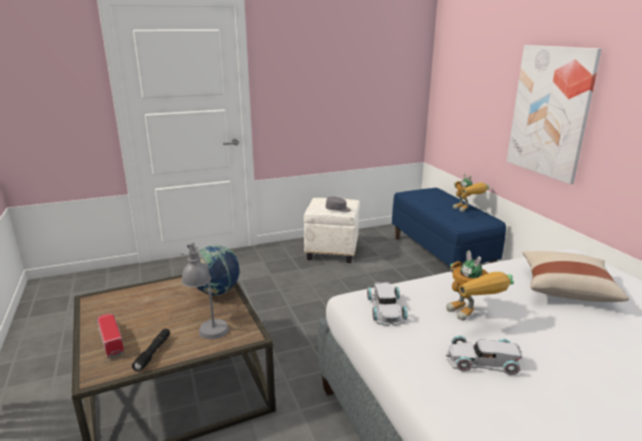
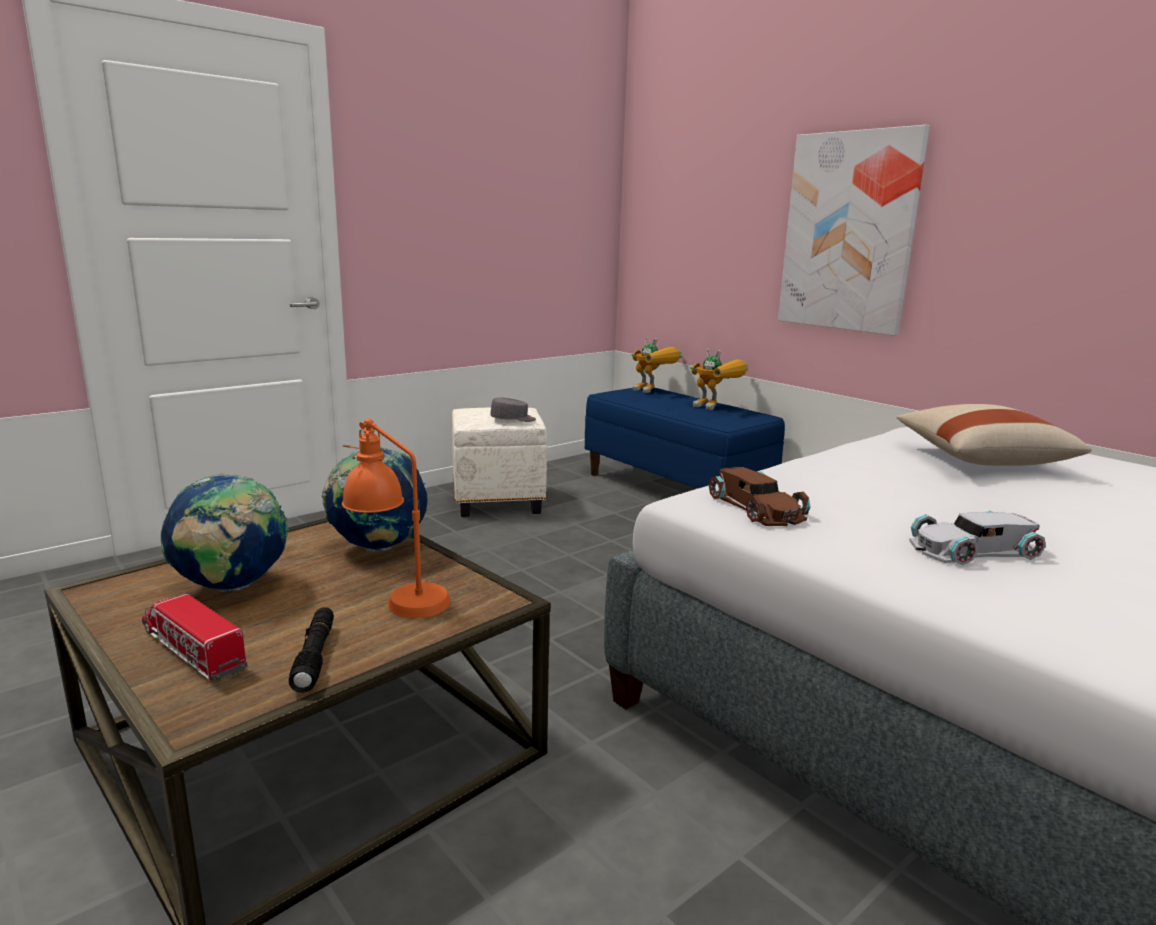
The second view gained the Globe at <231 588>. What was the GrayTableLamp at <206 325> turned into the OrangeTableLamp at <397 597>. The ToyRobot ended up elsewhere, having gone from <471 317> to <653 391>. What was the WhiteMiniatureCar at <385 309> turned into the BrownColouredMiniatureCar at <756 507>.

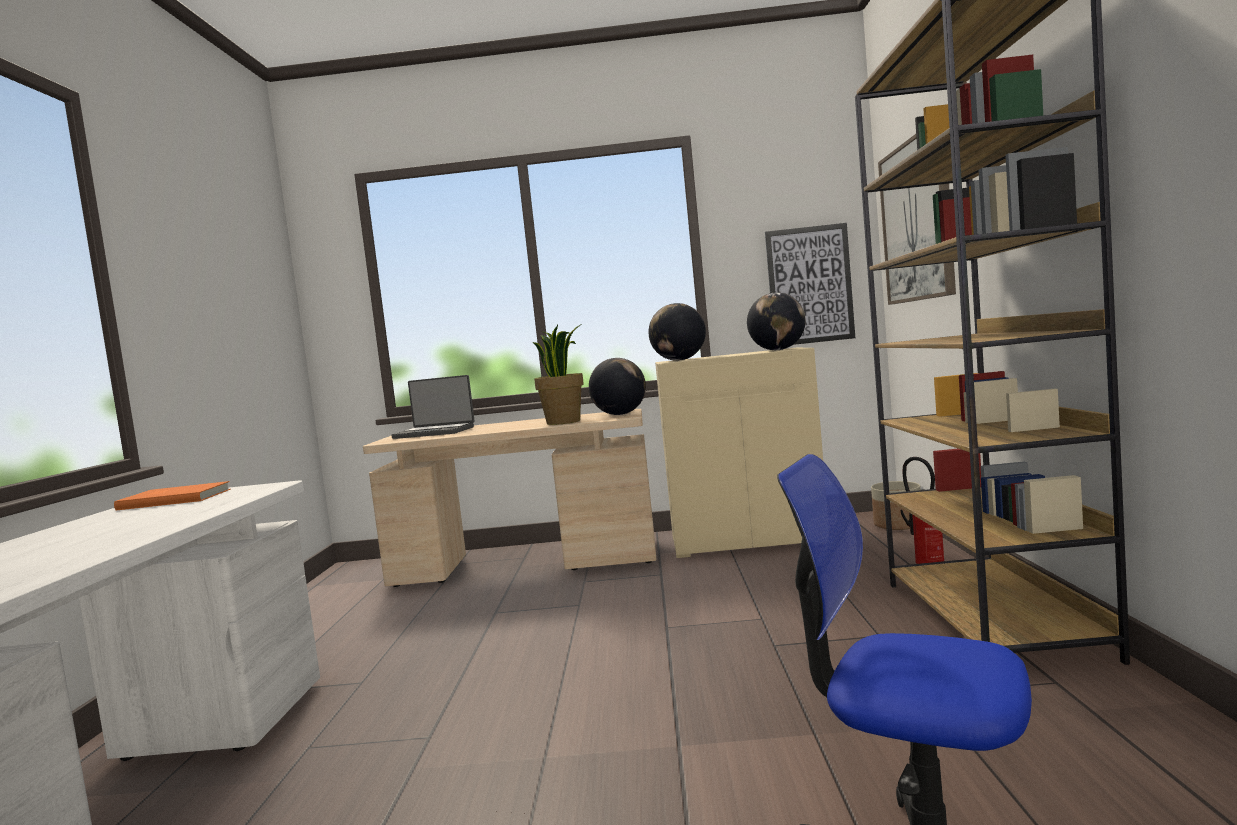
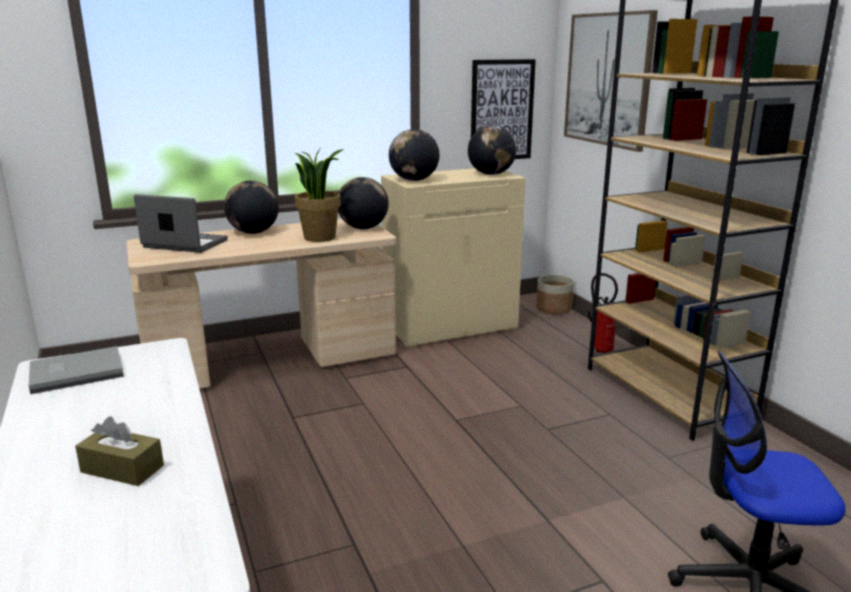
What was the OrangeVolume at <175 499> turned into the GrayVolume at <75 372>. The second view gained the BrownColouredBoxOfTissues at <122 469>. The NotebookComputer at <435 432> ended up facing another way, 150 degrees counterclockwise from before. The second view gained the Globe at <253 232>.

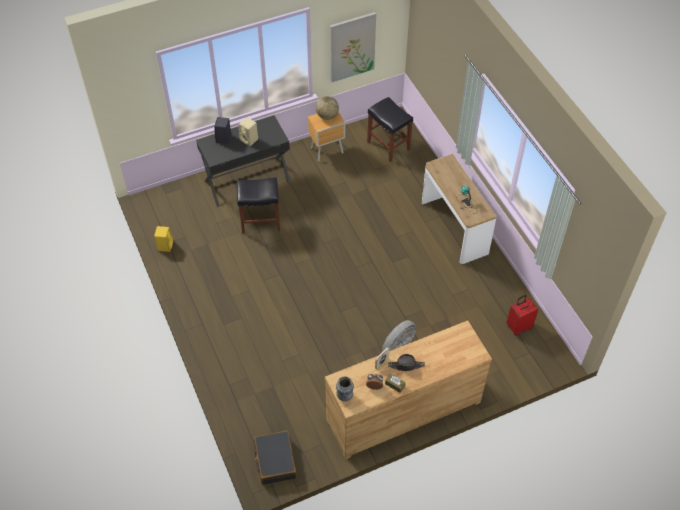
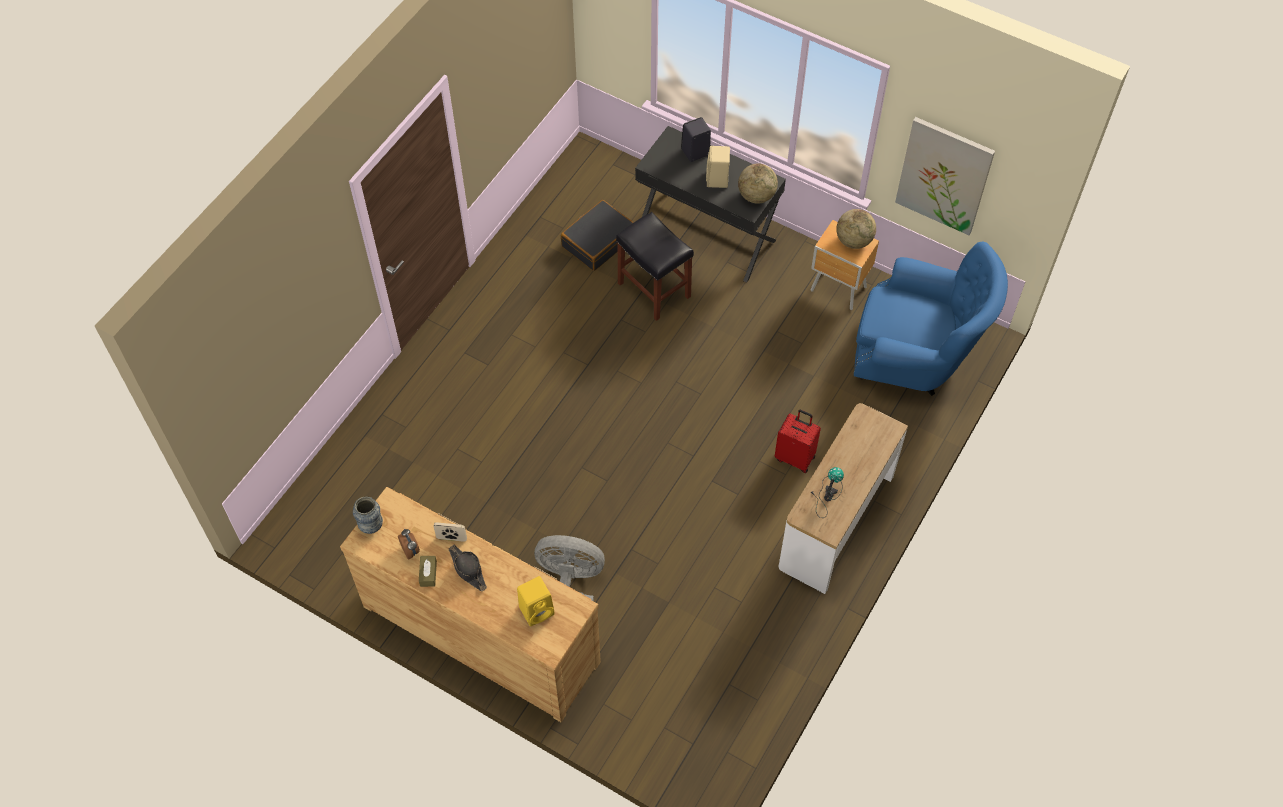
The YellowColouredAudioSpeaker ended up elsewhere, having gone from <165 245> to <537 610>. The BlackColouredPieceOfLuggage ended up elsewhere, having gone from <275 461> to <598 241>. The second view gained the Globe at <756 196>. The RedColouredPieceOfLuggage ended up elsewhere, having gone from <519 326> to <795 457>. Where the BlackColouredStoolSeat stood at <389 146>, the BlueColouredArmchair came to stand at <915 356>.

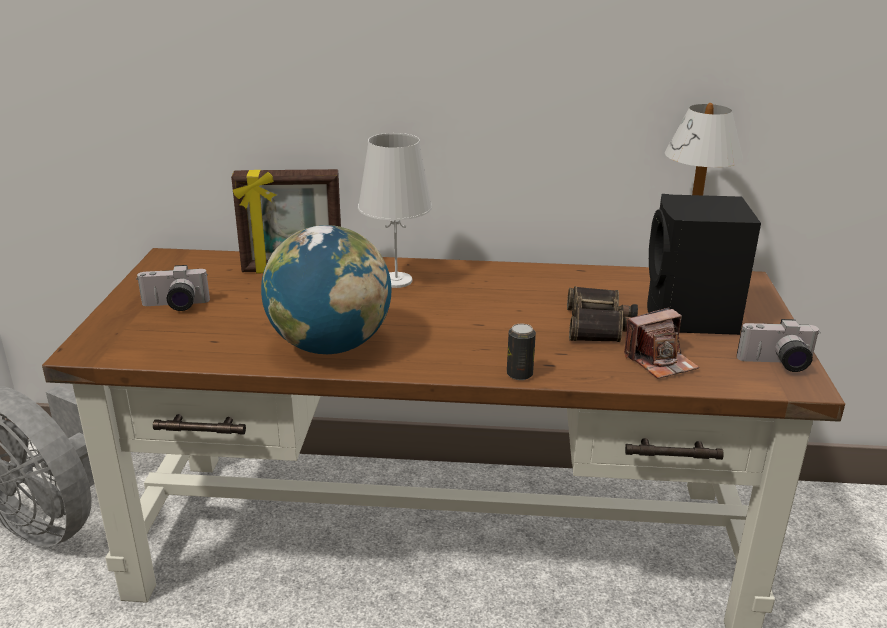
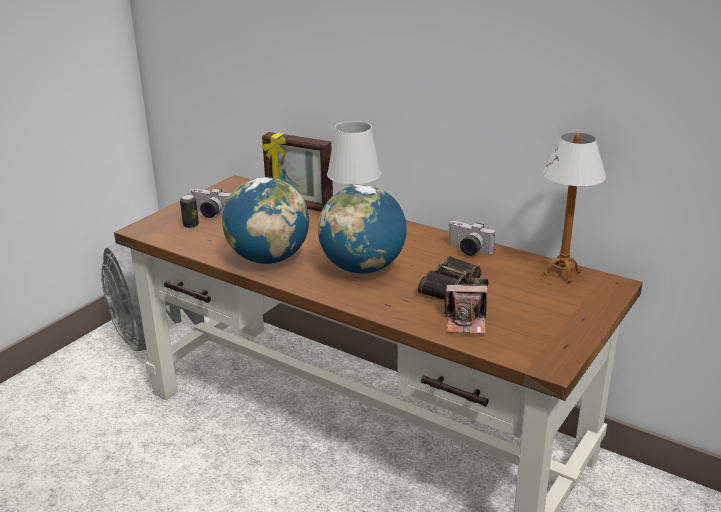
The SealedCan ended up elsewhere, having gone from <519 374> to <191 225>. The second view gained the Globe at <362 268>. The StillCamera ended up elsewhere, having gone from <777 364> to <467 251>. The second view lost the BlackColouredAudioSpeaker at <690 319>.

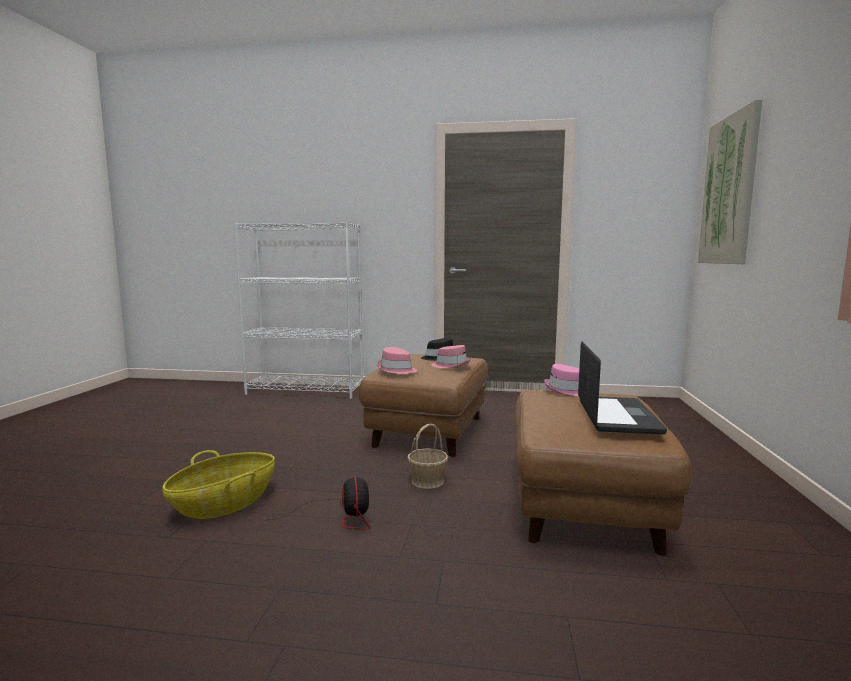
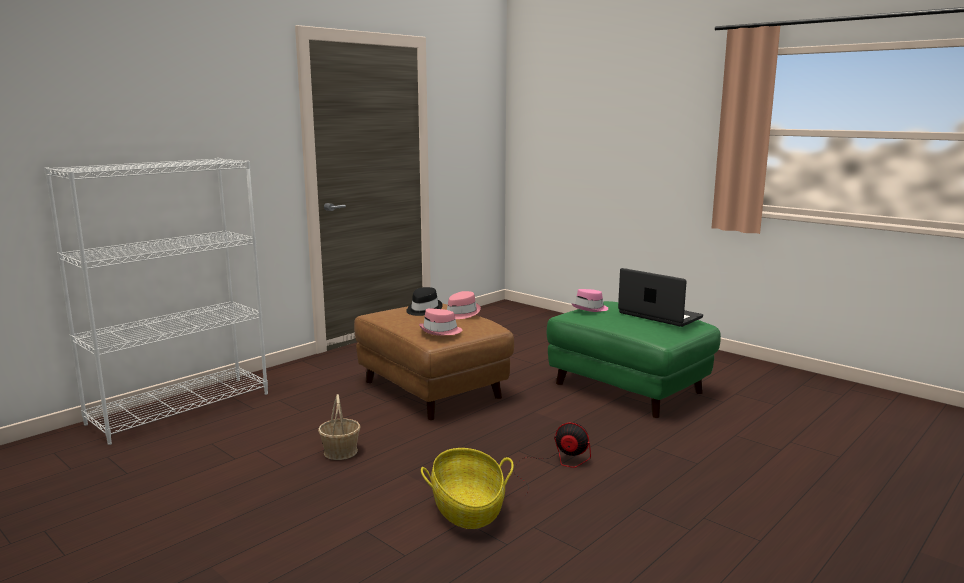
The HouseholdBasket ended up elsewhere, having gone from <428 481> to <341 452>. What was the BrownColouredFootrest at <582 504> turned into the GreenColouredFootrest at <627 388>. The second view lost the WallPicture at <729 190>.

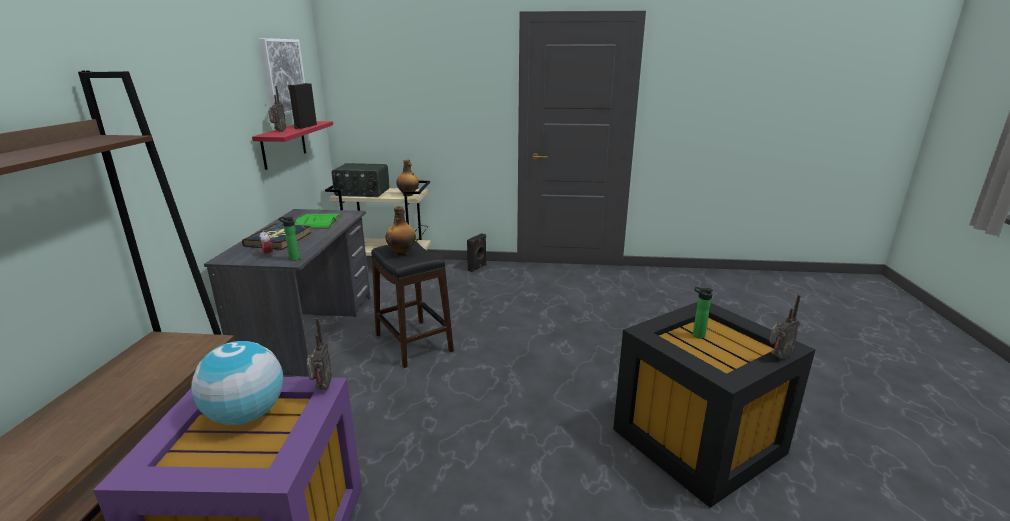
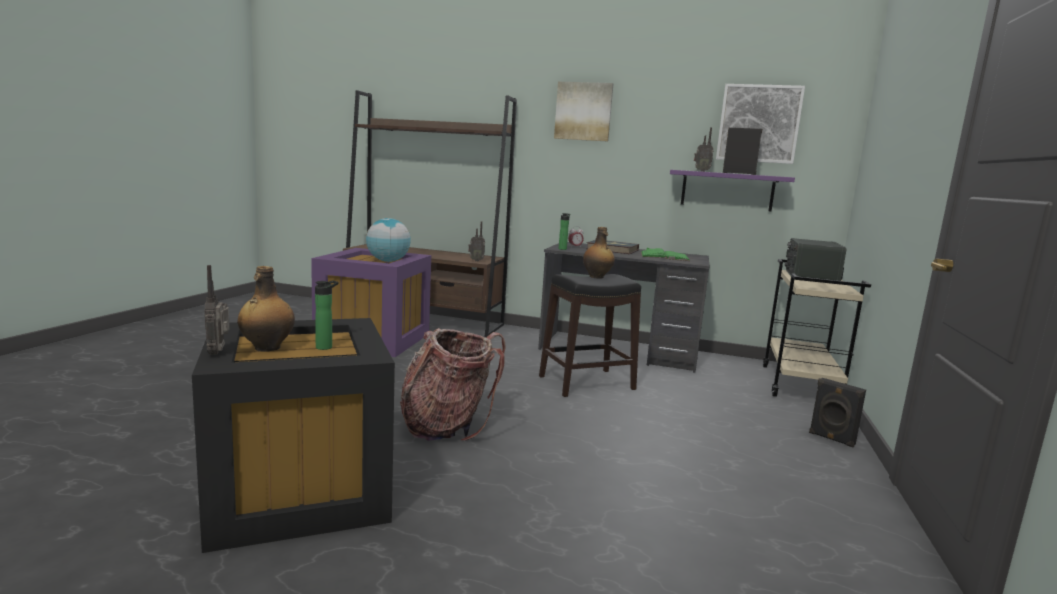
The DrinkBottle ended up elsewhere, having gone from <408 195> to <266 348>. The second view gained the Knapsack at <448 426>. The RadioSet ended up elsewhere, having gone from <321 388> to <476 260>. The second view gained the WallPicture at <583 111>. What was the RedColouredWallShelf at <284 144> turned into the PurpleColouredWallShelf at <727 190>.

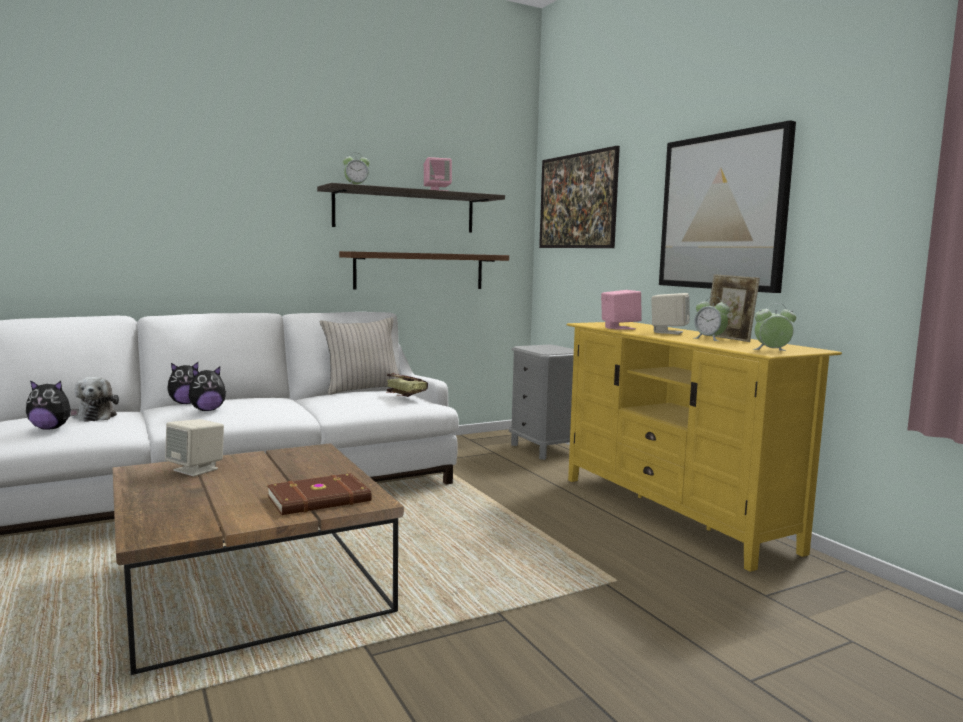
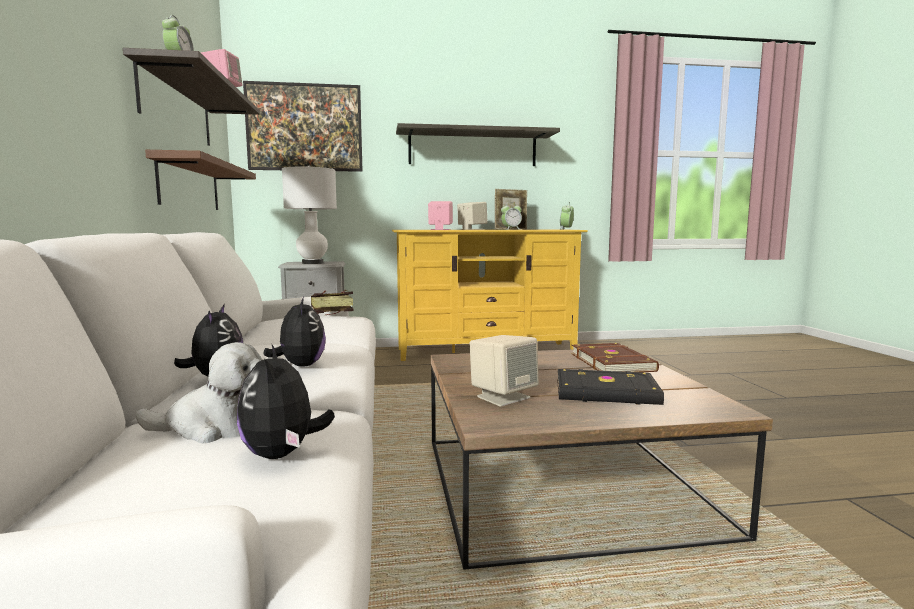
The CuddlyToy at <51 428> ended up facing another way, 150 degrees clockwise from before. The second view gained the WhiteTableLamp at <312 263>. Where the WallPicture hung at <722 212>, the WallShelf came to hang at <473 149>. The second view gained the BlackColouredVolume at <607 393>. The second view lost the BeigeColouredPillow at <362 389>.

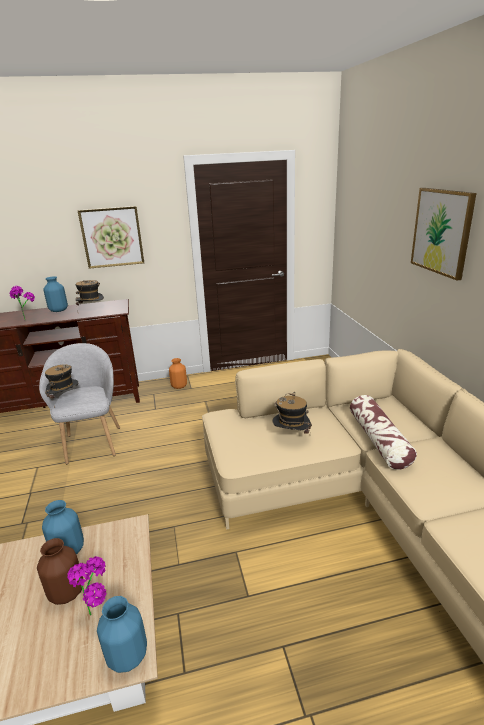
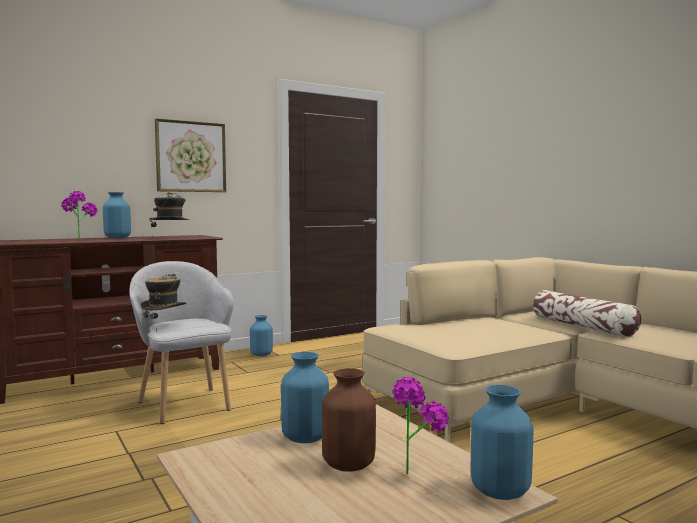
What was the OrangeFlowerVase at <179 386> turned into the BlueColouredFlowerVase at <261 354>. The second view lost the ClothingHat at <291 437>. The second view lost the WallPicture at <442 231>.

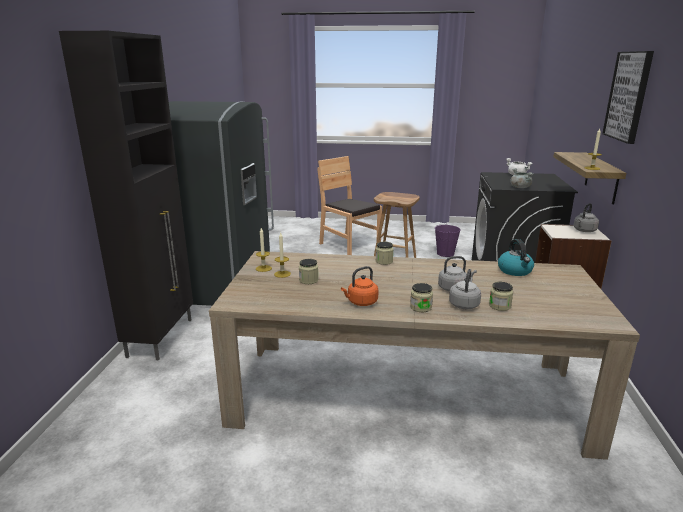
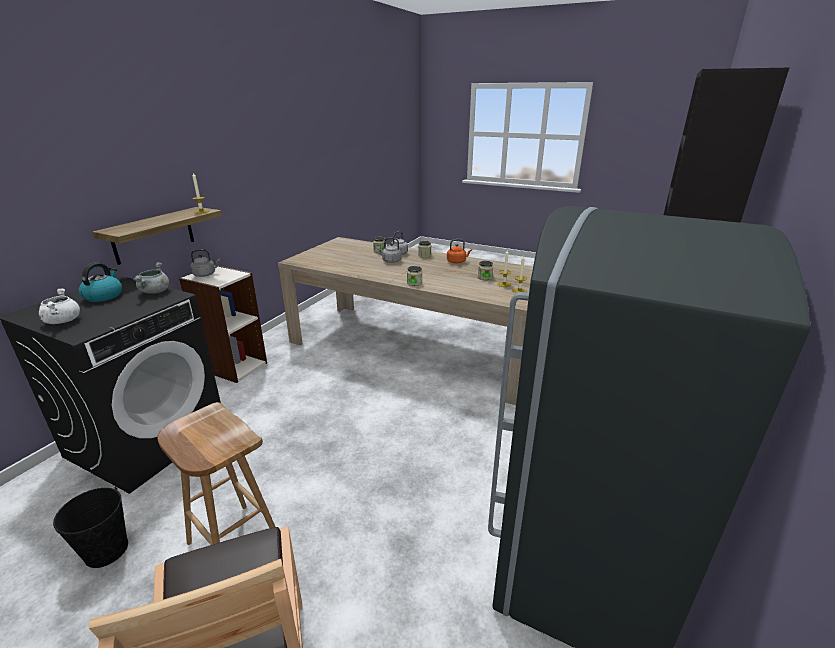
What was the PurpleColouredWaterBucket at <445 253> turned into the BlackColouredWaterBucket at <106 550>. The TeaKettle ended up elsewhere, having gone from <515 271> to <104 296>. The second view lost the WallPicture at <628 96>.

